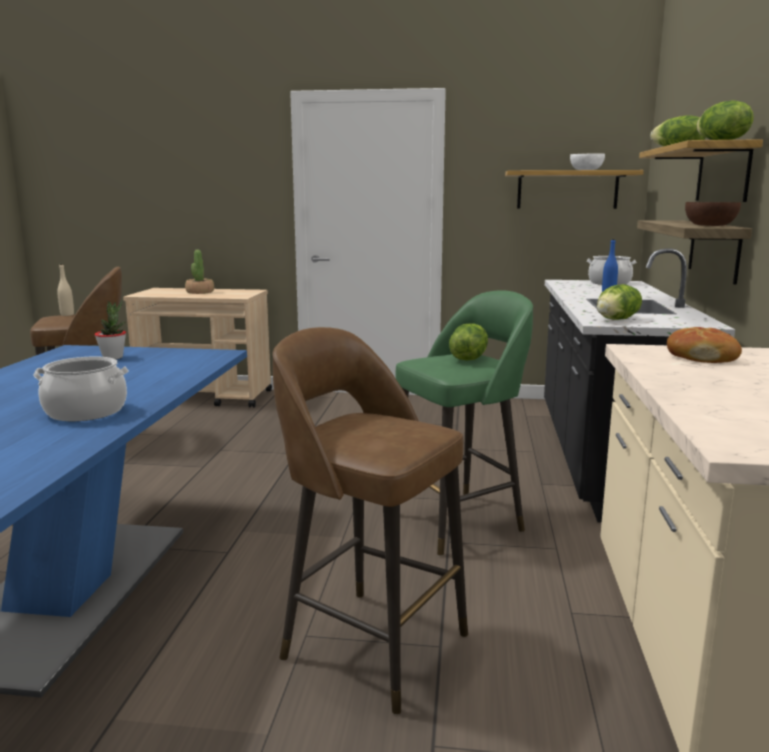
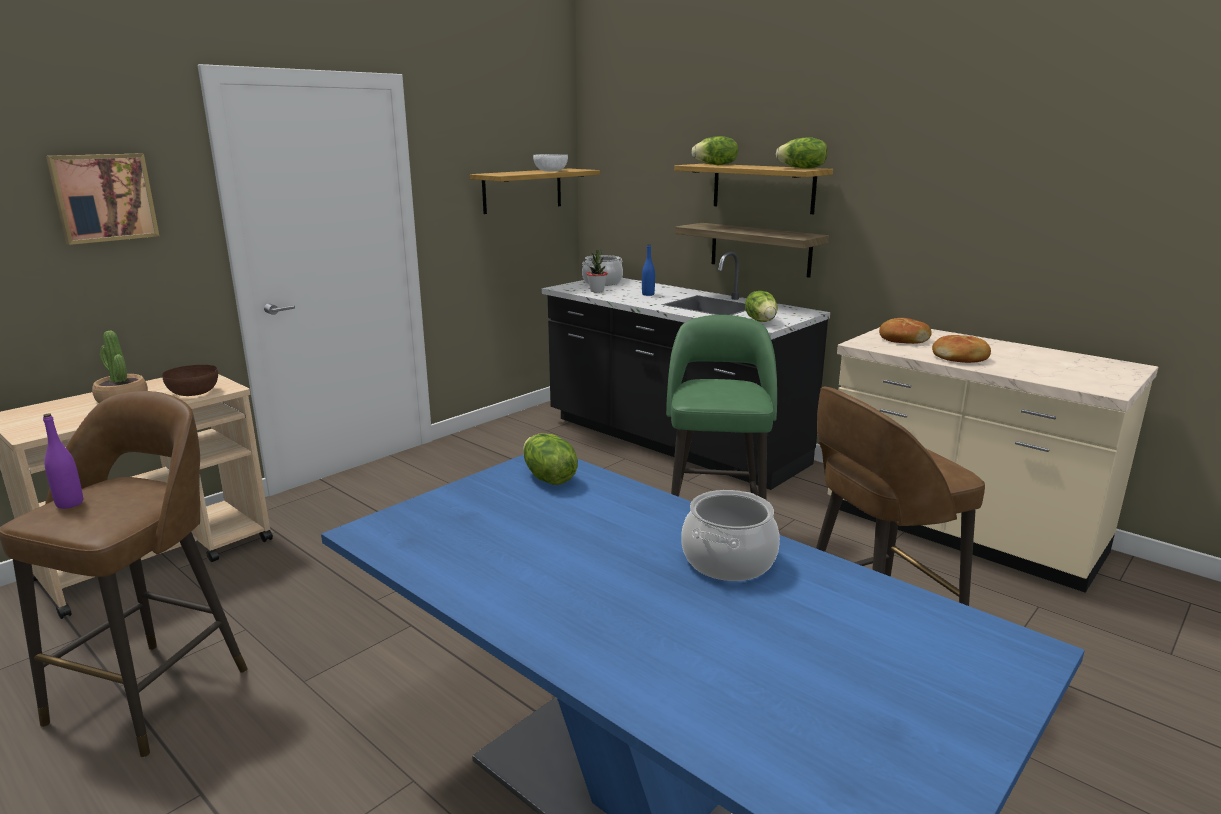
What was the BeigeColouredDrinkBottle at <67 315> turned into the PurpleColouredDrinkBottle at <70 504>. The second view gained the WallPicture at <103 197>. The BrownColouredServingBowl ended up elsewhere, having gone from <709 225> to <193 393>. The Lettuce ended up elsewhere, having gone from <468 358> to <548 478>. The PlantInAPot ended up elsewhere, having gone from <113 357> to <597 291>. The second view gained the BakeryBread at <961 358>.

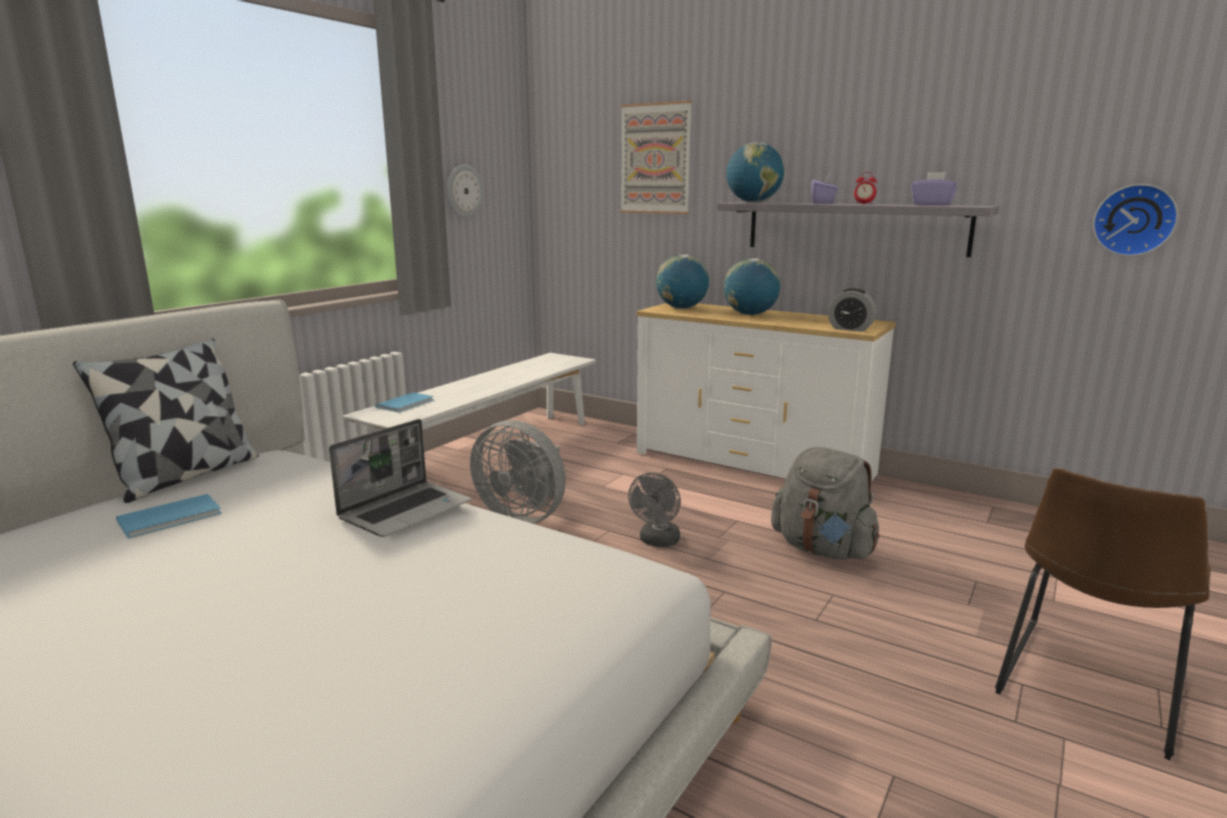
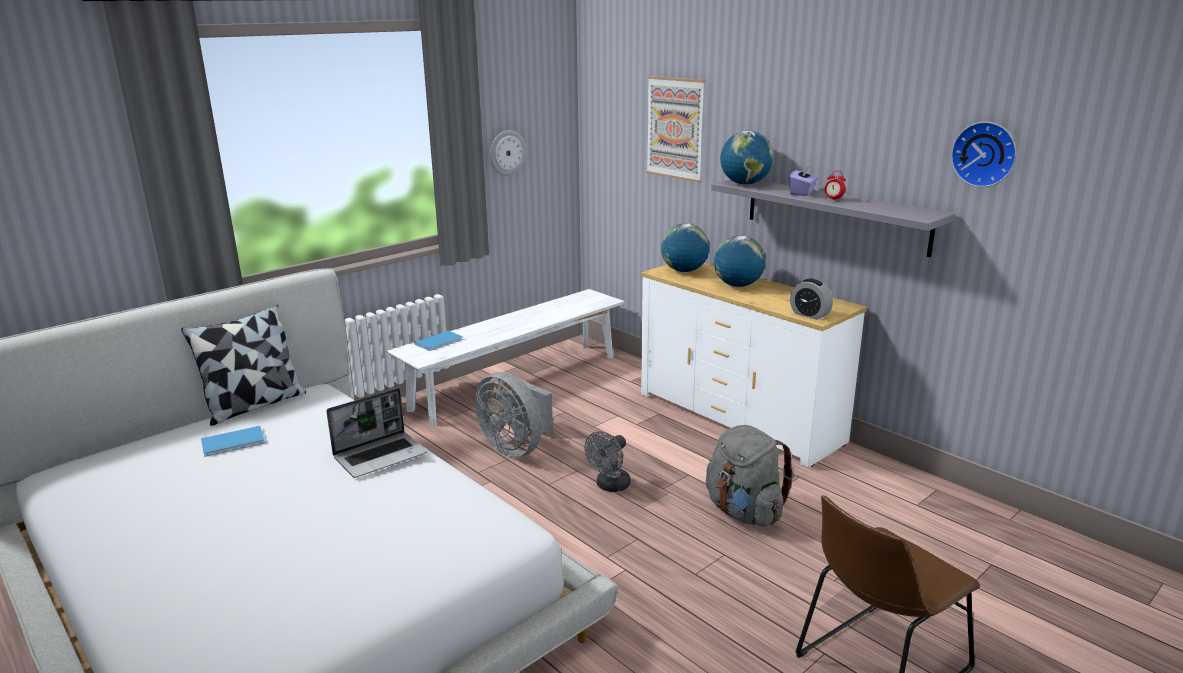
The WallClock ended up elsewhere, having gone from <1134 220> to <985 154>. The second view lost the PurpleColouredBoxOfTissues at <932 205>.

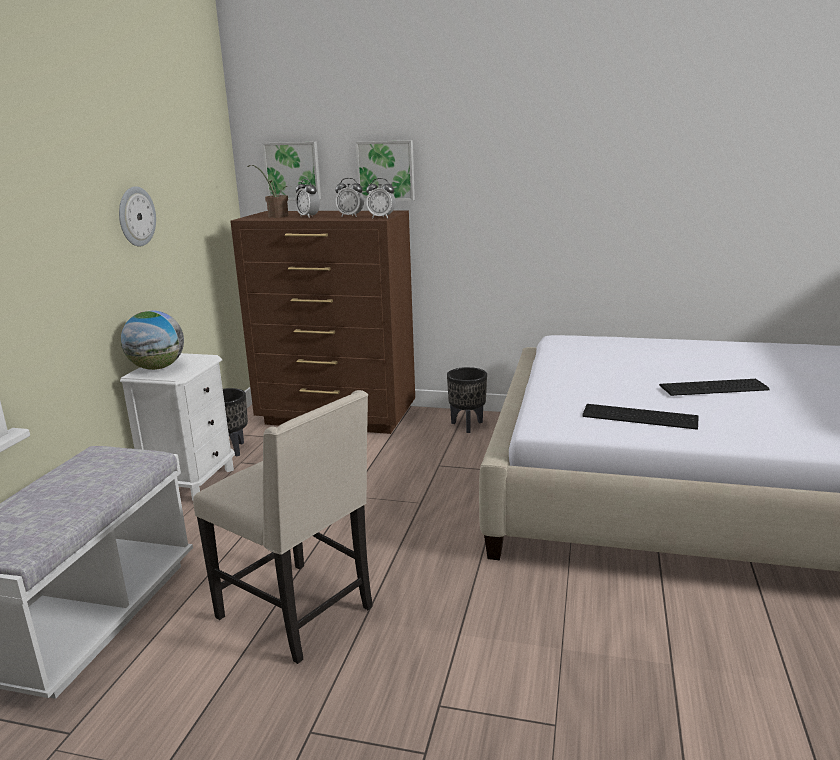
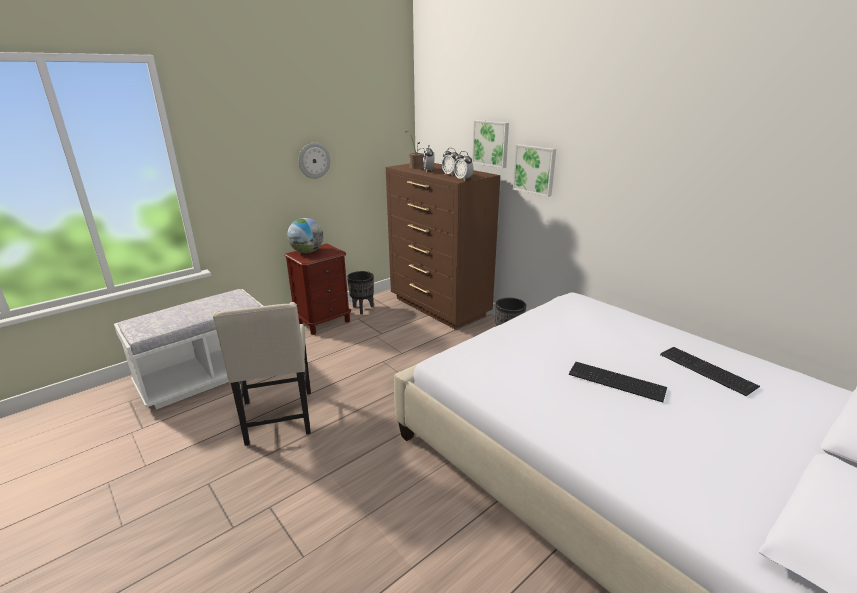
What was the WhiteNightstand at <192 482> turned into the BrownColouredNightstand at <324 322>. The WallPicture ended up elsewhere, having gone from <293 171> to <535 169>. The Keyboard ended up elsewhere, having gone from <641 417> to <707 371>.

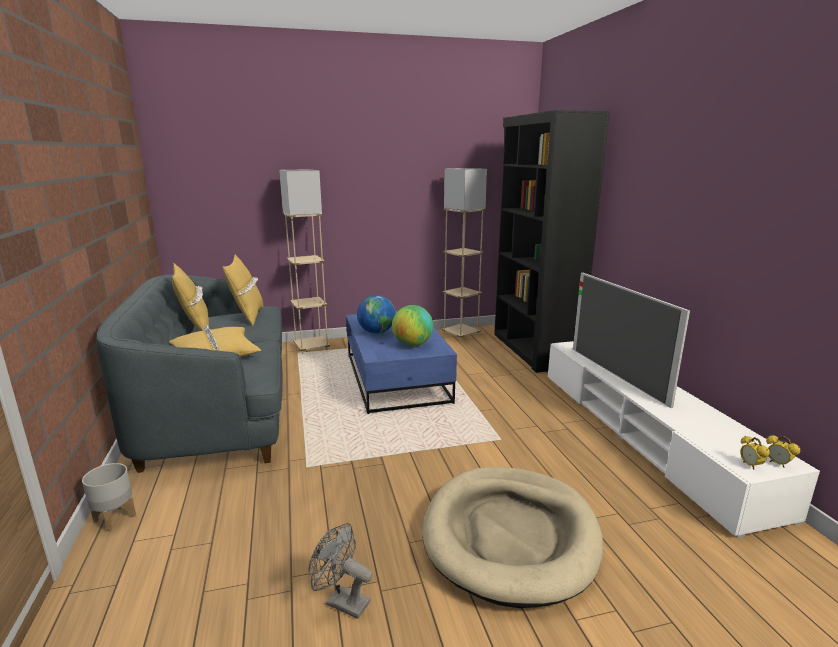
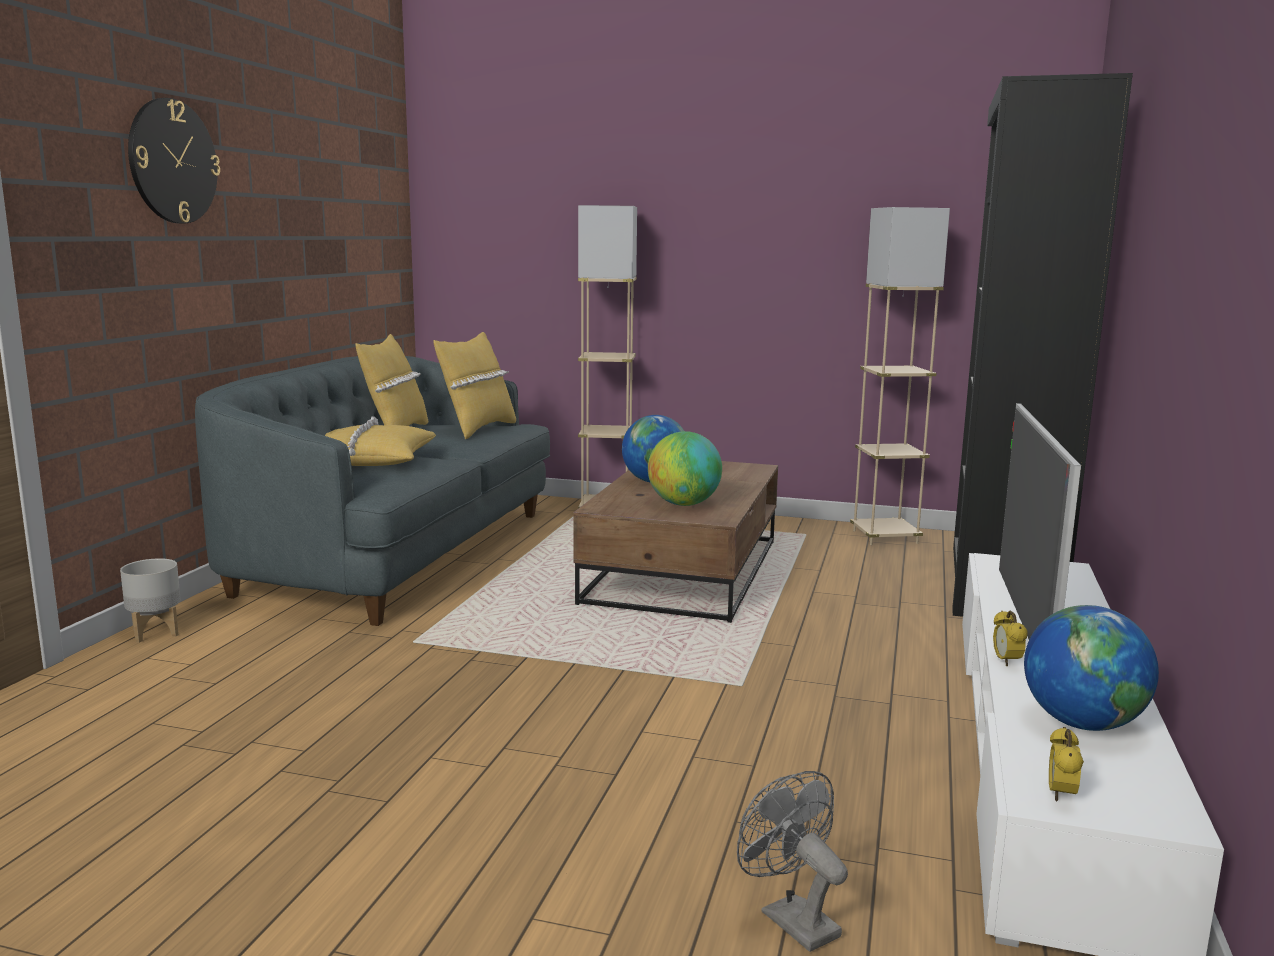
The second view gained the WallClock at <172 161>. What was the BlueColouredLowTable at <395 377> turned into the BrownColouredLowTable at <683 571>. The GrayCoolingFan ended up elsewhere, having gone from <341 601> to <790 918>. The TableClock ended up elsewhere, having gone from <778 464> to <1006 661>. The second view gained the Globe at <1082 723>. The second view lost the BeigeColouredDogBed at <510 535>.

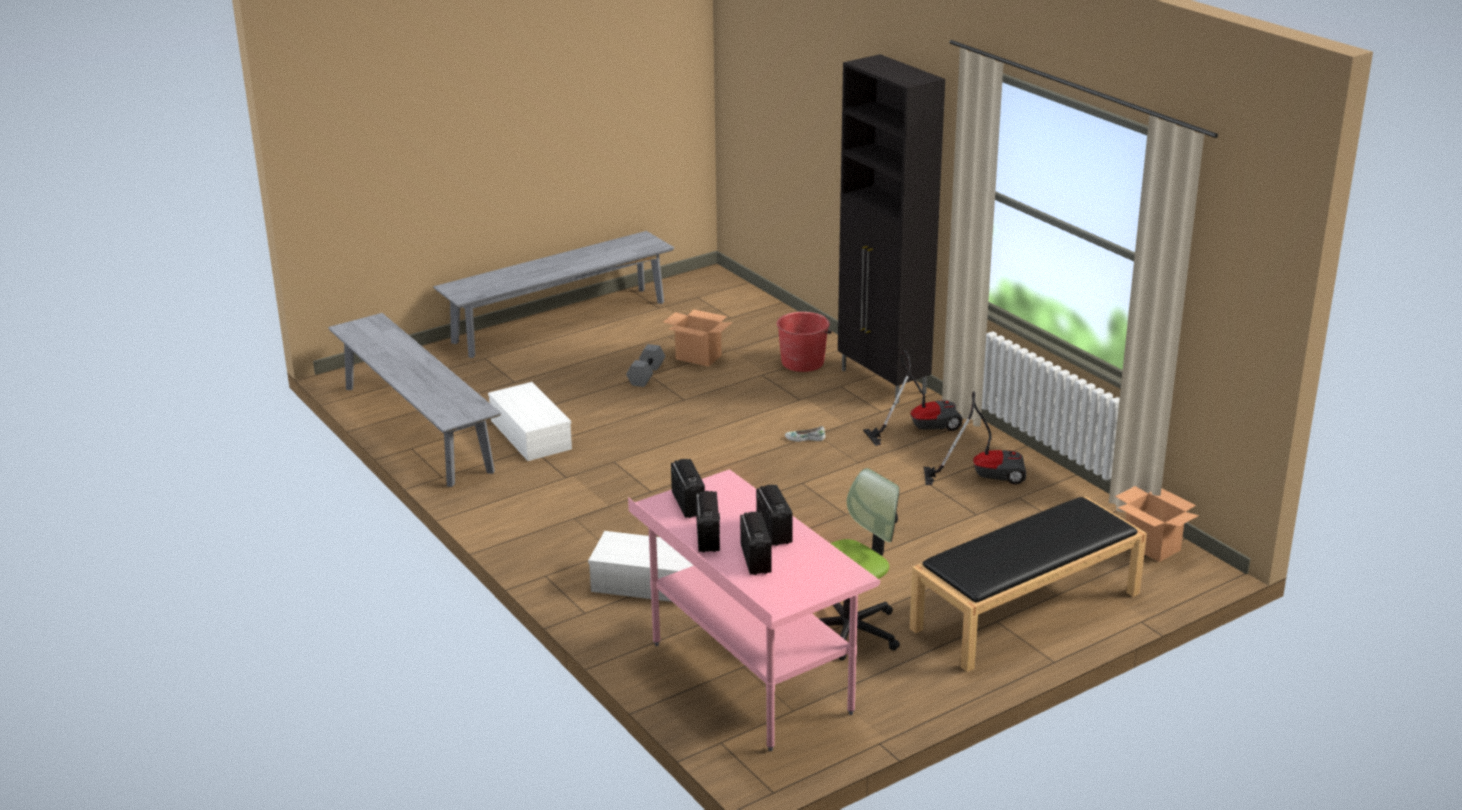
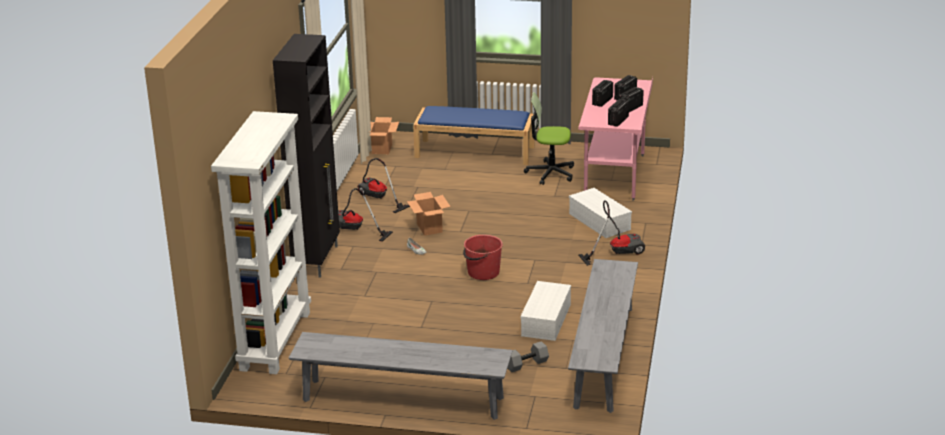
The second view gained the WhiteShelvingUnit at <275 340>. The PackingBox ended up elsewhere, having gone from <698 357> to <429 228>. What was the BlackColouredBench at <1025 612> turned into the BlueColouredBench at <475 152>. The RedColouredWaterBucket ended up elsewhere, having gone from <803 362> to <483 272>. The GrayDumbbell ended up elsewhere, having gone from <645 375> to <526 364>. The second view gained the Hoover at <616 252>.

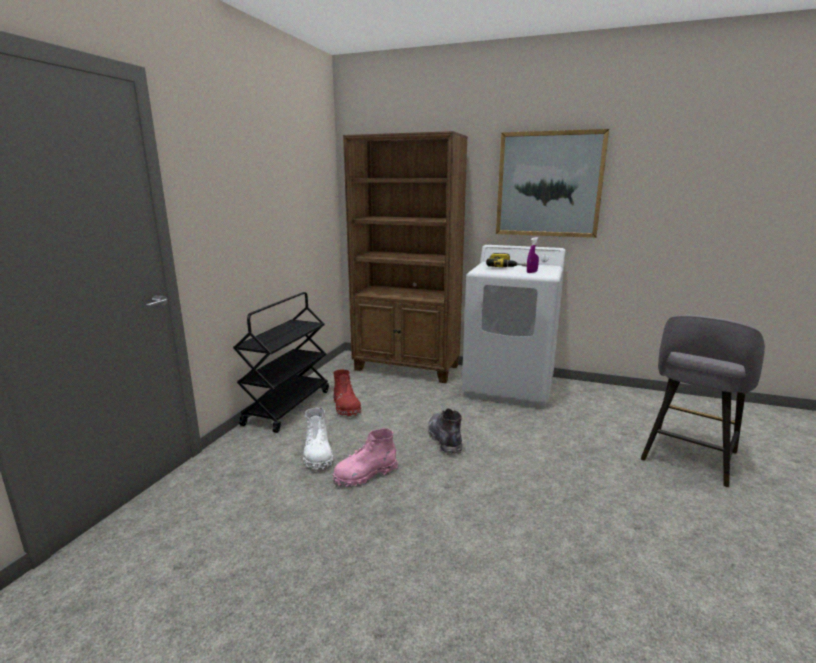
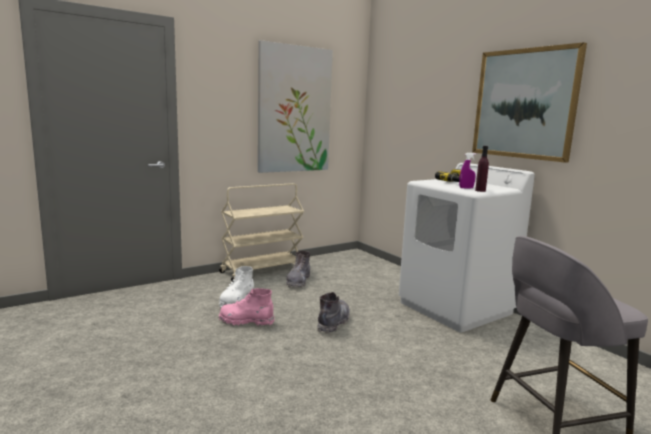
What was the BlackColouredWheeledCart at <287 407> turned into the BeigeColouredWheeledCart at <262 270>. The second view gained the WallPicture at <294 110>. What was the RedColouredHighTopBoot at <346 407> turned into the GrayHighTopBoot at <298 282>. The second view gained the PurpleColouredDrinkBottle at <480 191>. The second view lost the BrownColouredShelvingUnit at <407 368>.

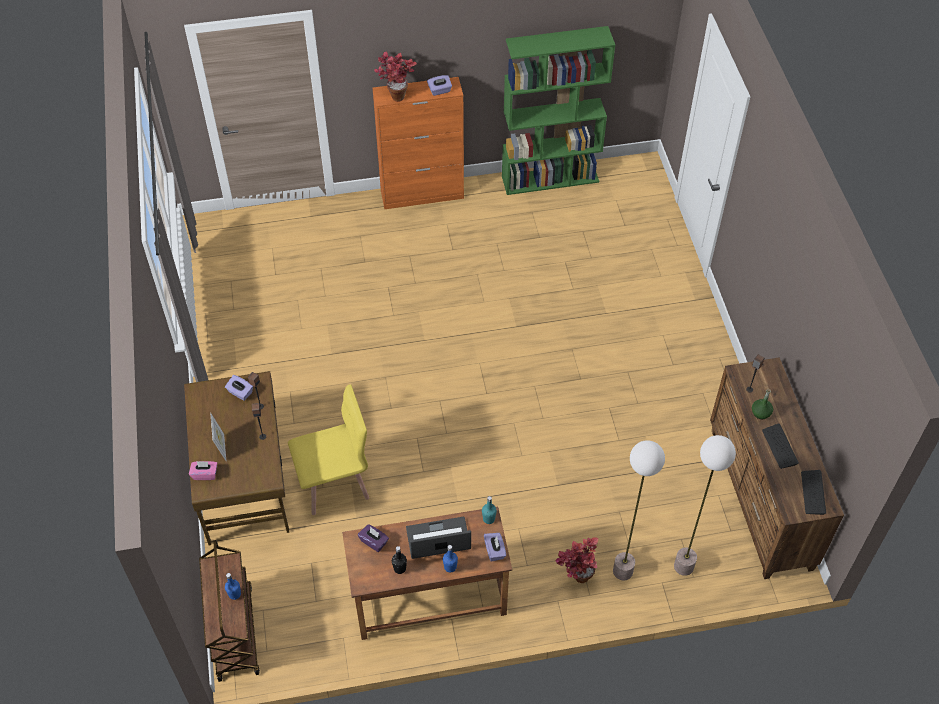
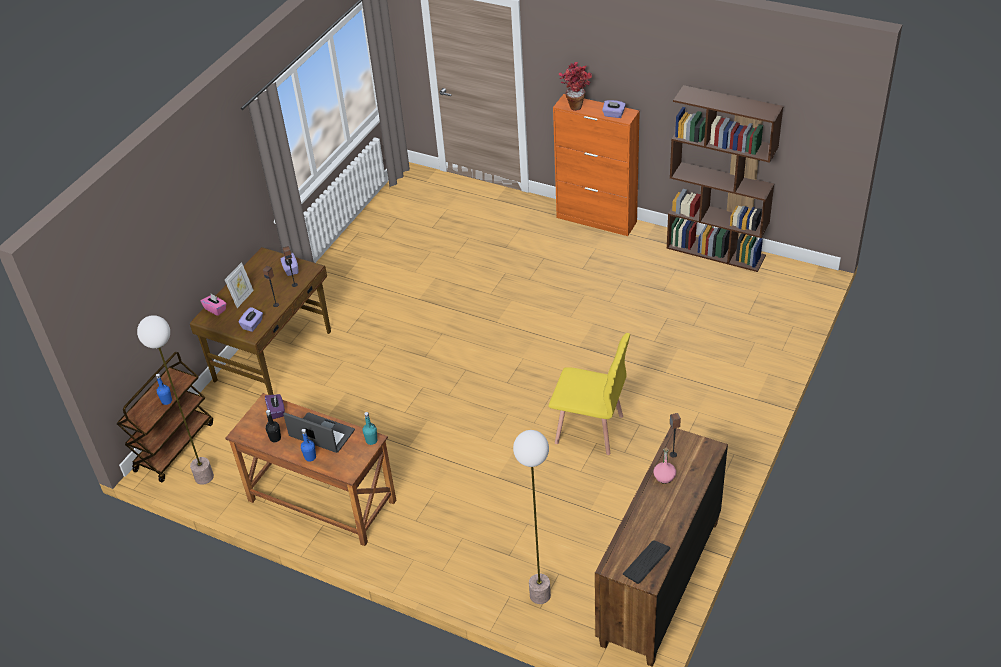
The StandardLamp ended up elsewhere, having gone from <623 571> to <204 477>. The PurpleColouredBoxOfTissues ended up elsewhere, having gone from <494 551> to <252 325>. The YellowColouredChair ended up elsewhere, having gone from <334 484> to <589 430>. What was the GreenColouredDrinkBottle at <761 412> turned into the PinkColouredDrinkBottle at <664 477>. What was the GreenColouredShelvingUnit at <550 178> turned into the BrownColouredShelvingUnit at <716 252>. The second view lost the PlantInAPot at <575 576>. The second view lost the Keyboard at <779 447>.

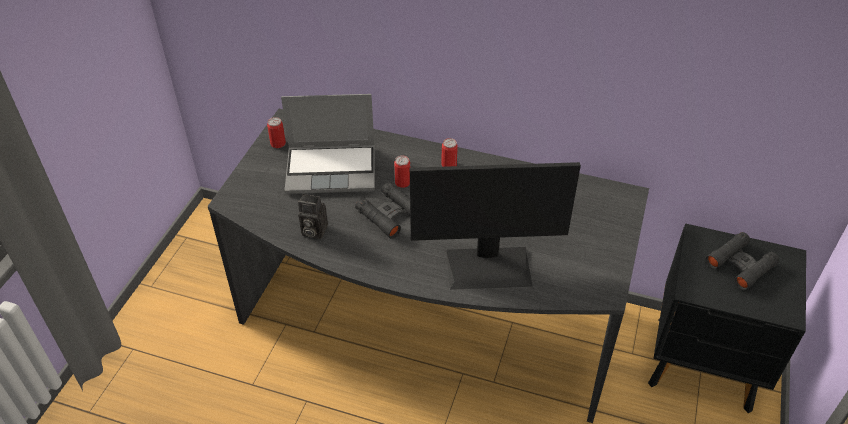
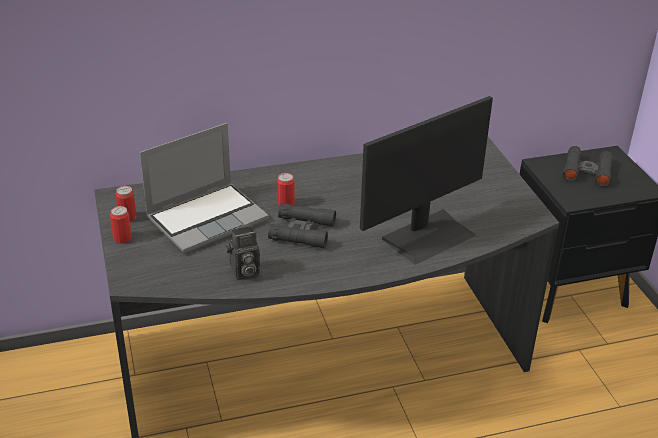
The SealedCan ended up elsewhere, having gone from <449 165> to <122 238>.

